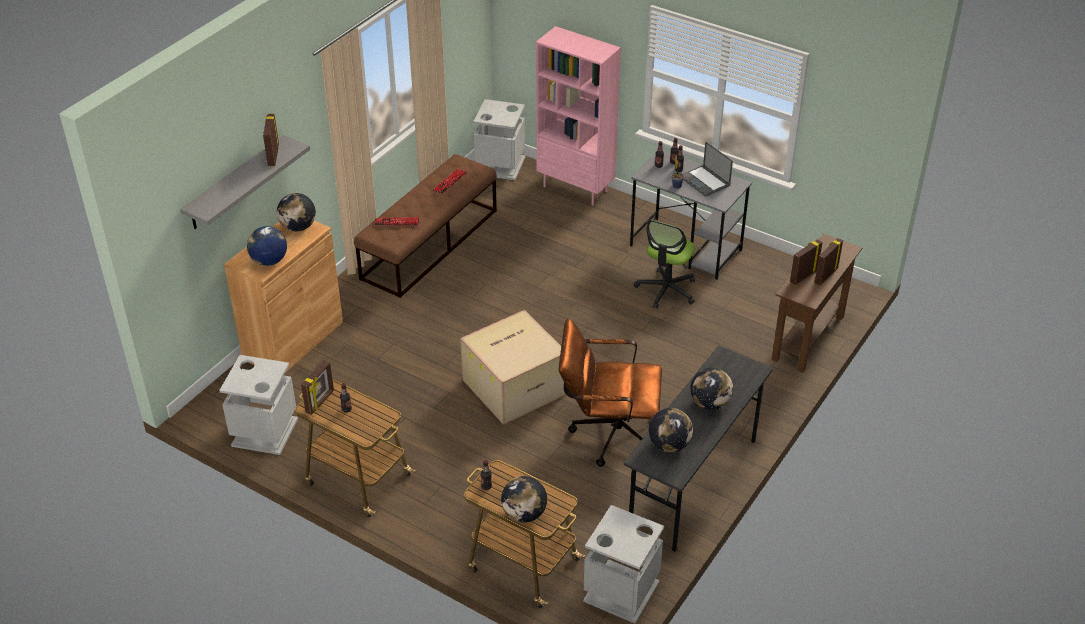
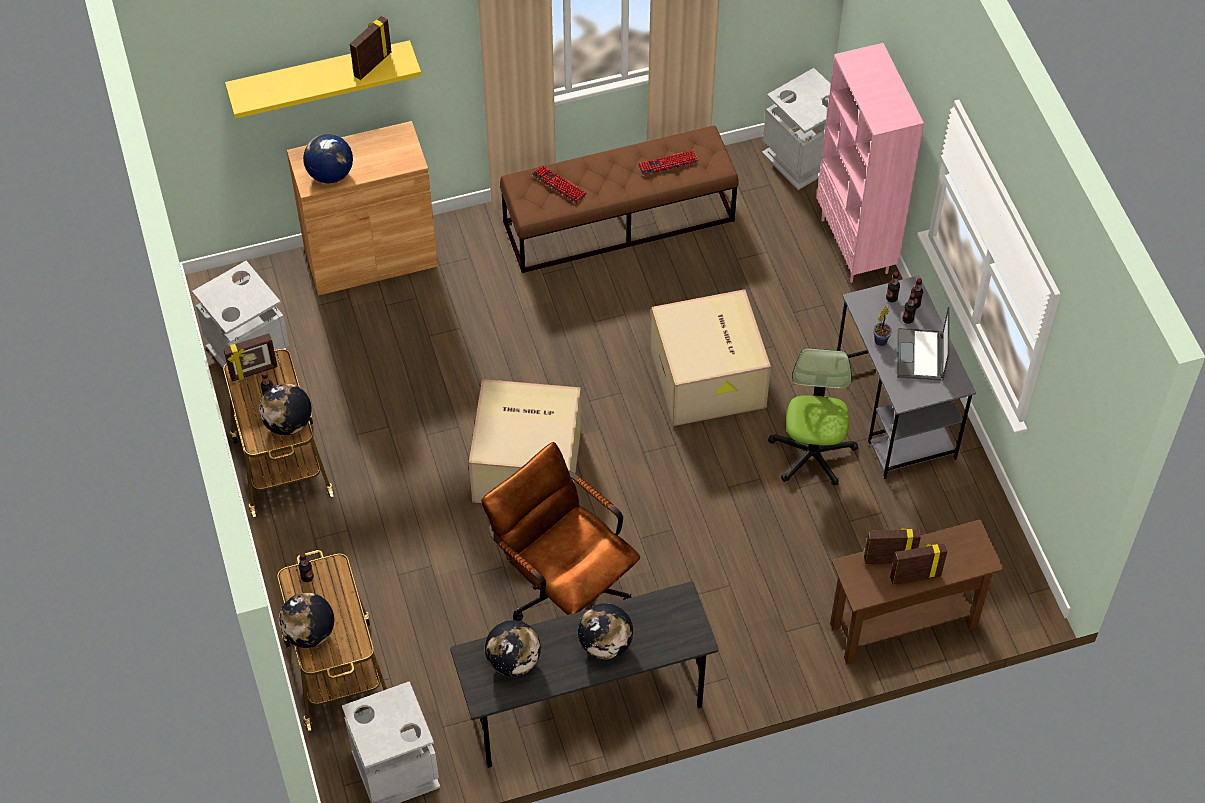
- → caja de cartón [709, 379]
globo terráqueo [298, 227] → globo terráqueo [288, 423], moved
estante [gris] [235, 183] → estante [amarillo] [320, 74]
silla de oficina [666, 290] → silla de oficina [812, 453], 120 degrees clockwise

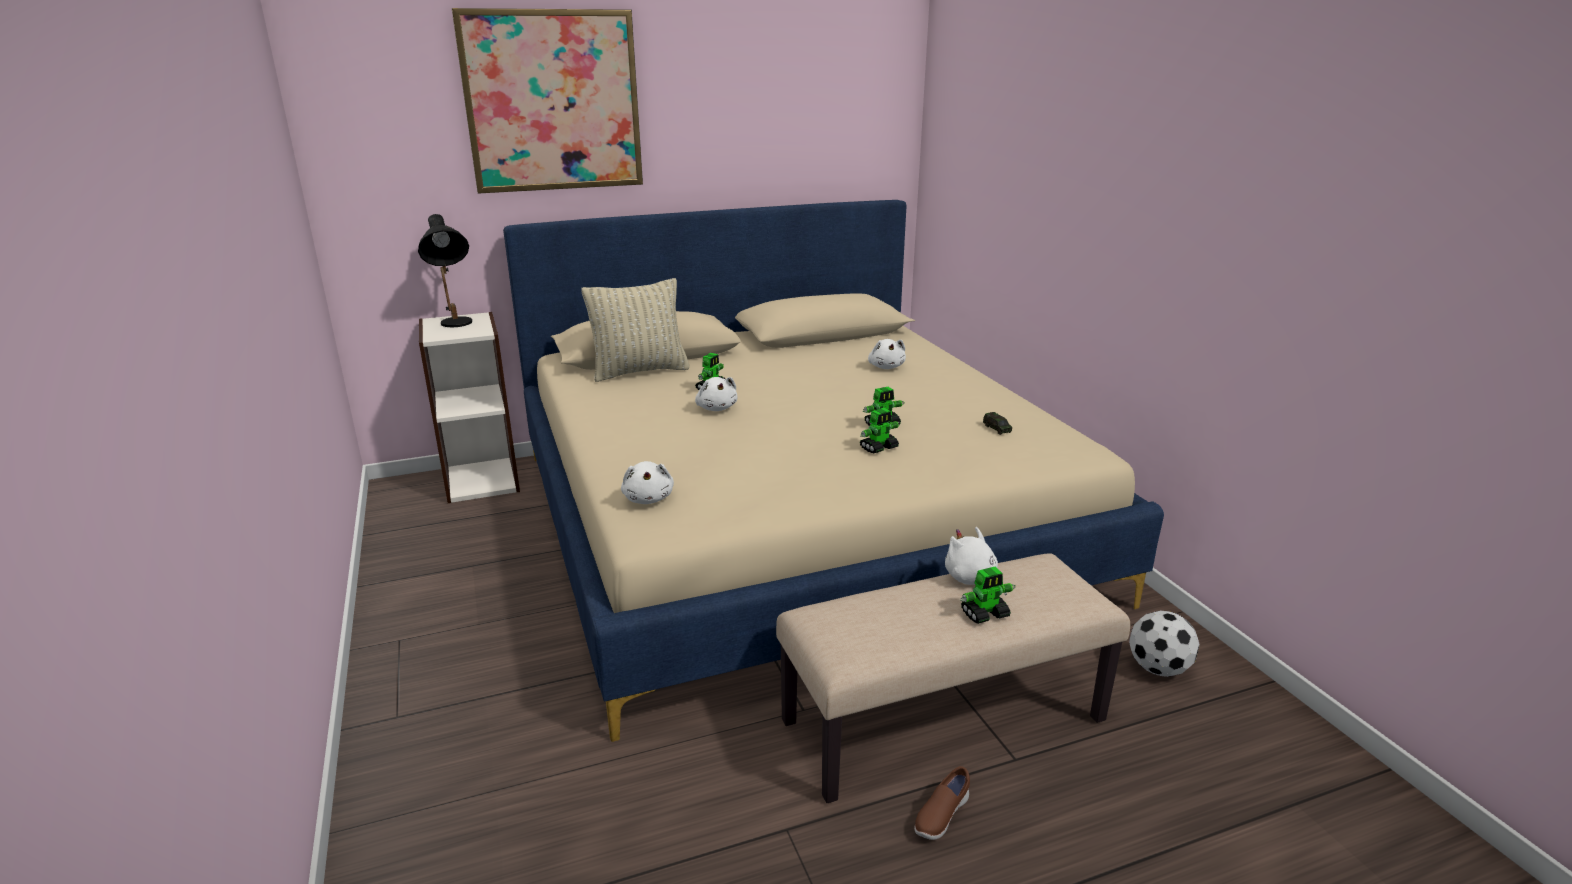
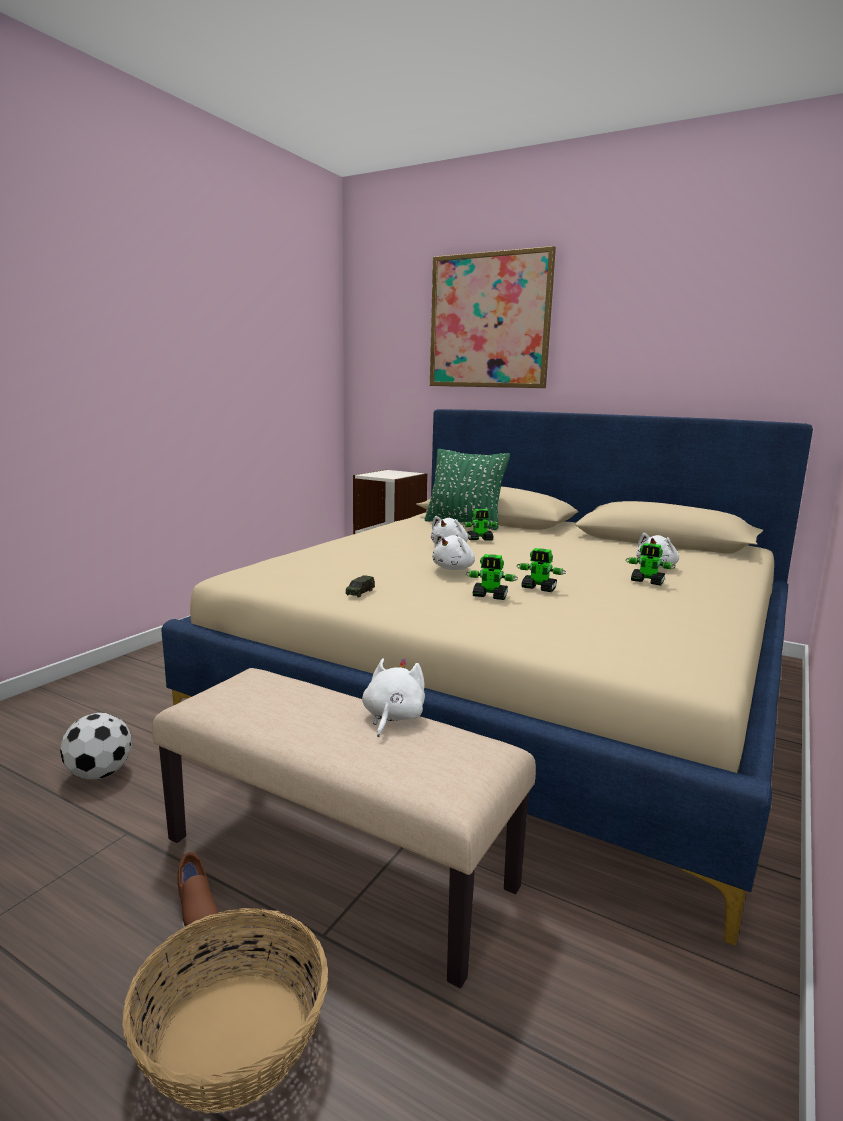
lámpara de mesa [negro] [456, 326] → -
- → cesta [232, 1039]
peluche [blanco] [648, 498] → peluche [blanco] [454, 568], moved
robot de juguete [985, 614] → robot de juguete [647, 582], moved
coche de juguete [997, 428] → coche de juguete [360, 592], moved
balón de fútbol [1158, 668] → balón de fútbol [100, 773], moved
cojín [beis] [639, 371] → cojín [verde] [464, 524]
zapato [marrón] [940, 816] → zapato [marrón] [197, 913], 120 degrees counterclockwise

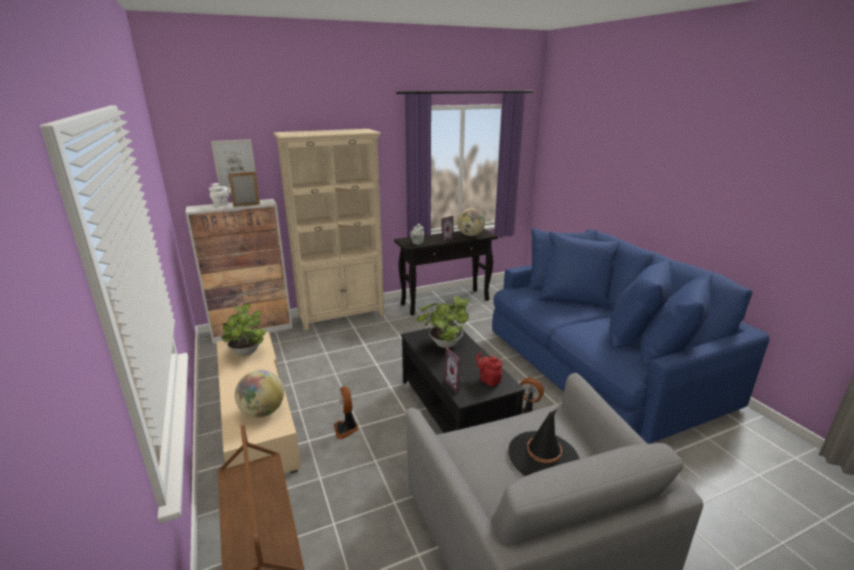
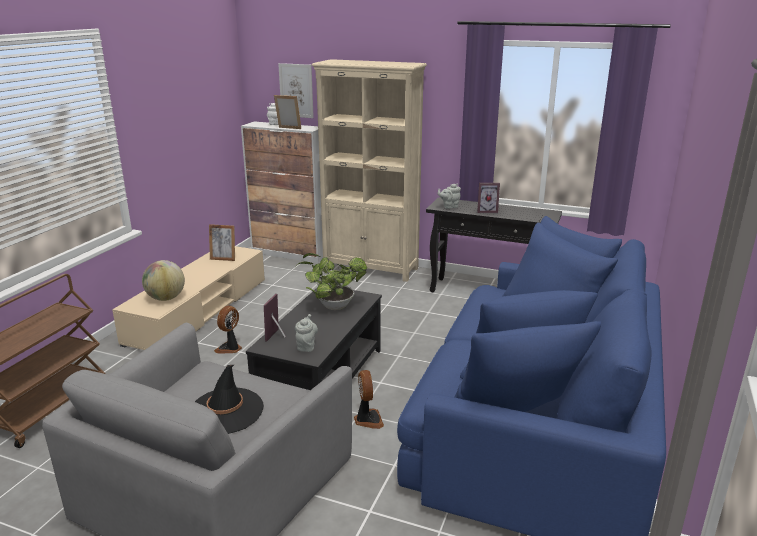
globo terráqueo [470, 235] → -
planta en maceta [246, 353] → portarretratos [223, 258]
tetera [rojo] [488, 380] → tetera [gris] [306, 346]

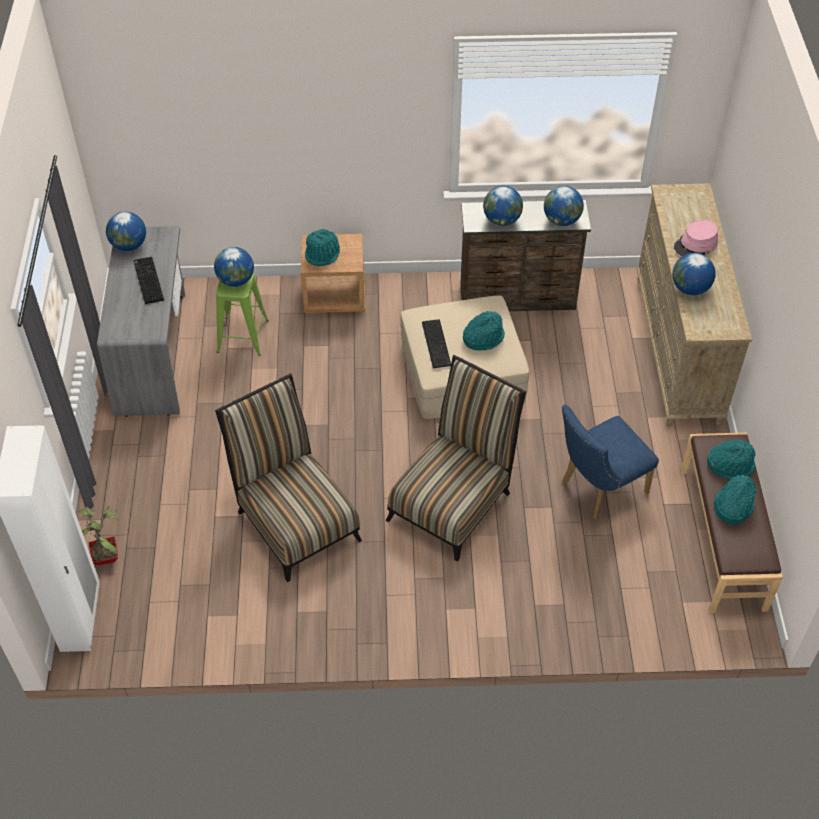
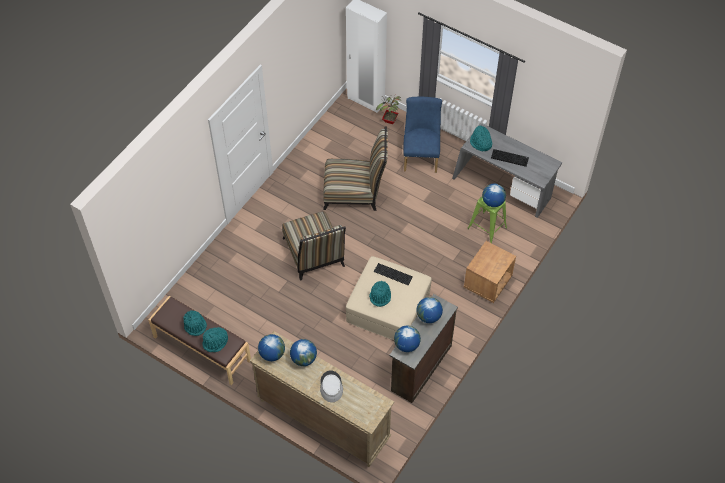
globo terráqueo [129, 245] → globo terráqueo [272, 354], moved
sombrero [turquesa] [323, 254] → sombrero [turquesa] [480, 143], moved
silla [azul] [598, 489] → silla [azul] [421, 155], moved
sombrero [rosa] [696, 244] → sombrero [gris] [331, 386]

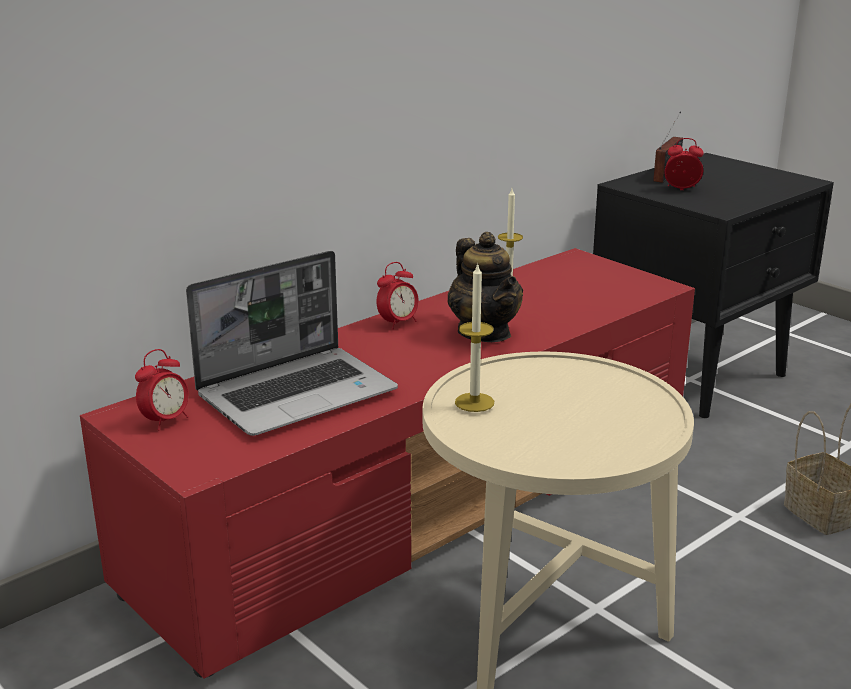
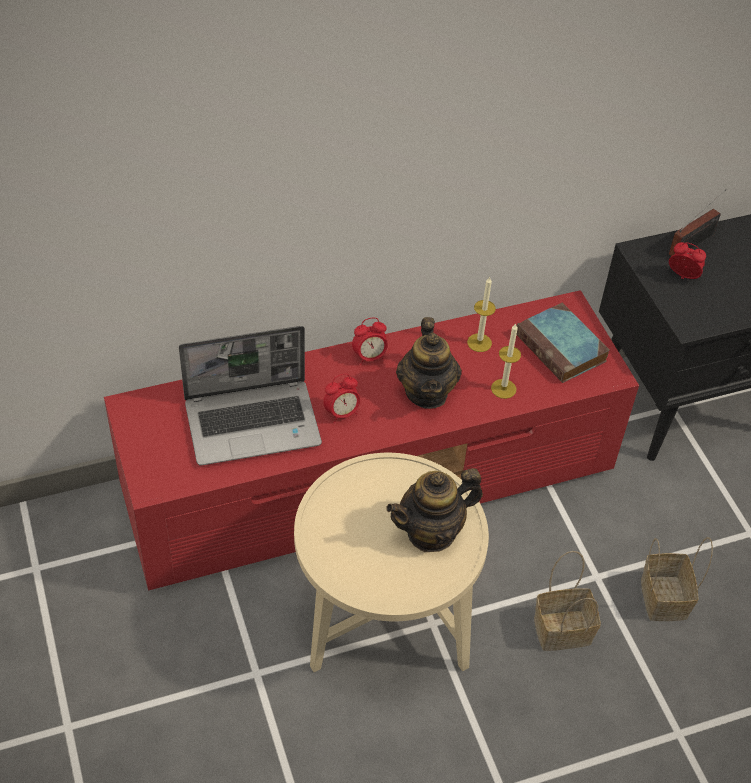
- → tetera [431, 532]
- → libro [562, 348]
- → cesta [564, 629]
despertador [166, 421] → despertador [342, 413], moved
vela [474, 402] → vela [503, 388], moved

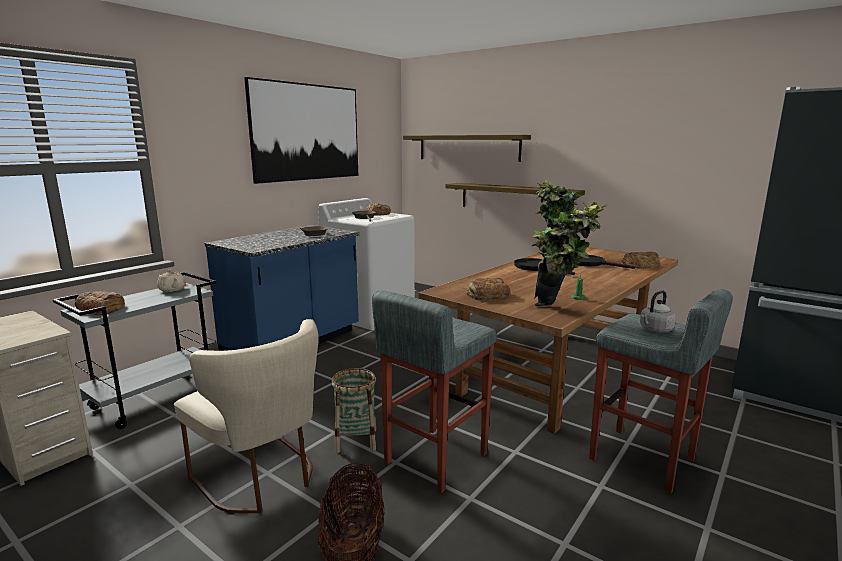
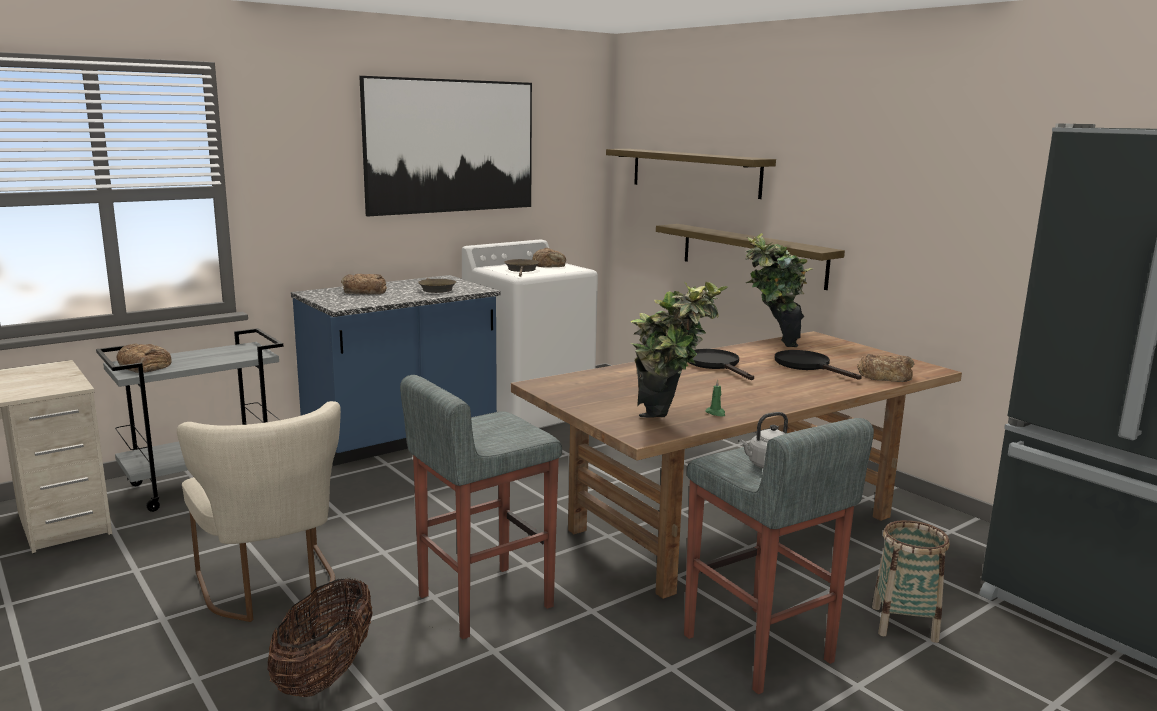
tetera [beis] [172, 289] → -
cesta [356, 440] → cesta [904, 623], moved
pan [487, 295] → pan [364, 291], moved

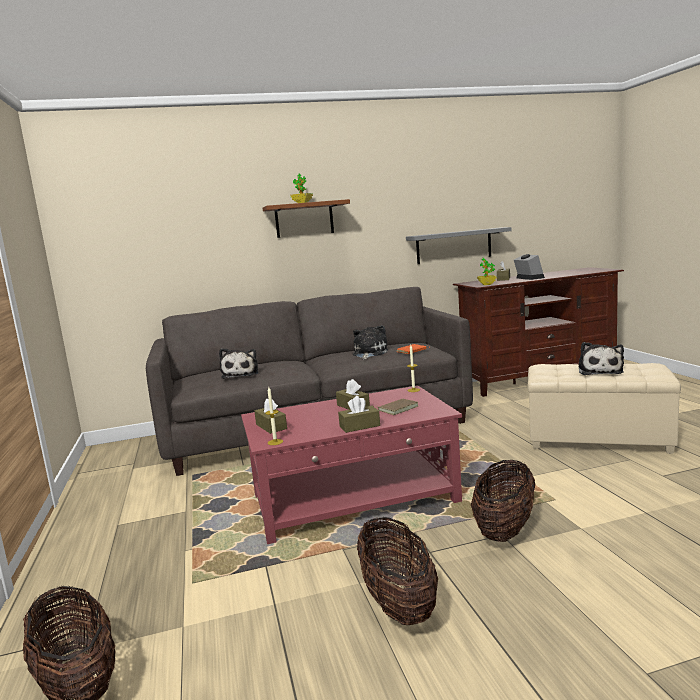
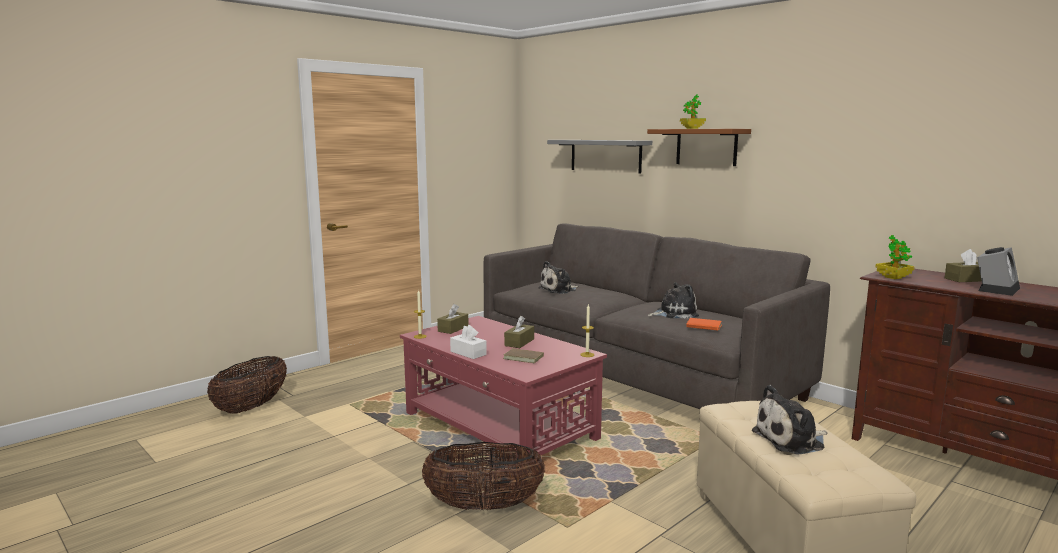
cesta [398, 604] → -
estante [gris] [454, 246] → estante [gris] [605, 155], moved
caja de pañuelos [marrón] [359, 426] → caja de pañuelos [blanco] [468, 353]

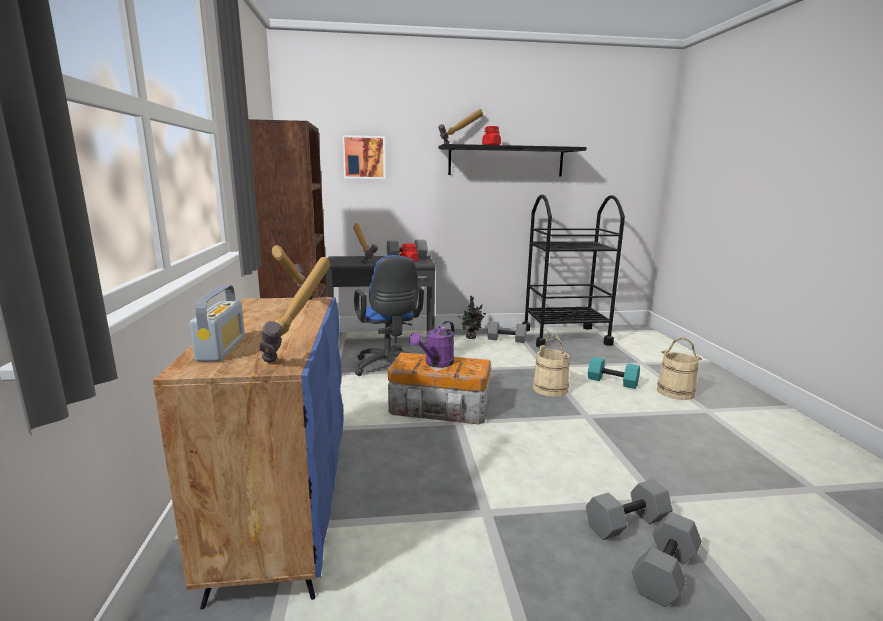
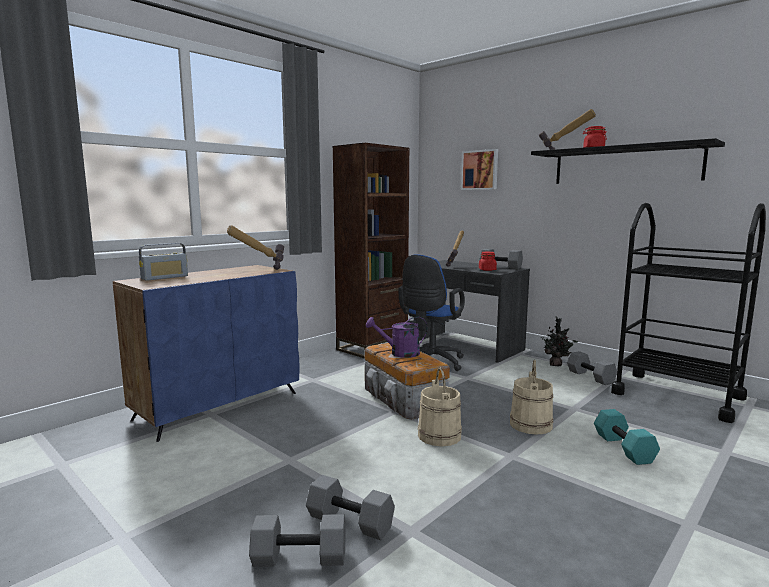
martillo [303, 353] → -
cubo [beis] [675, 392] → cubo [beis] [439, 435], moved

